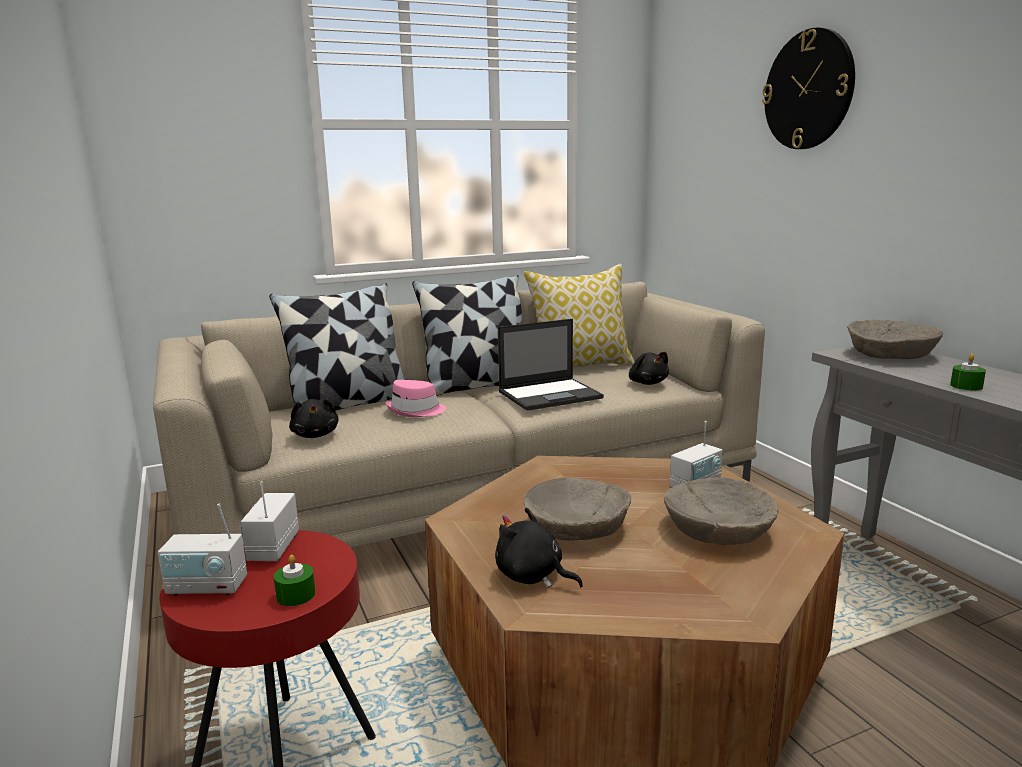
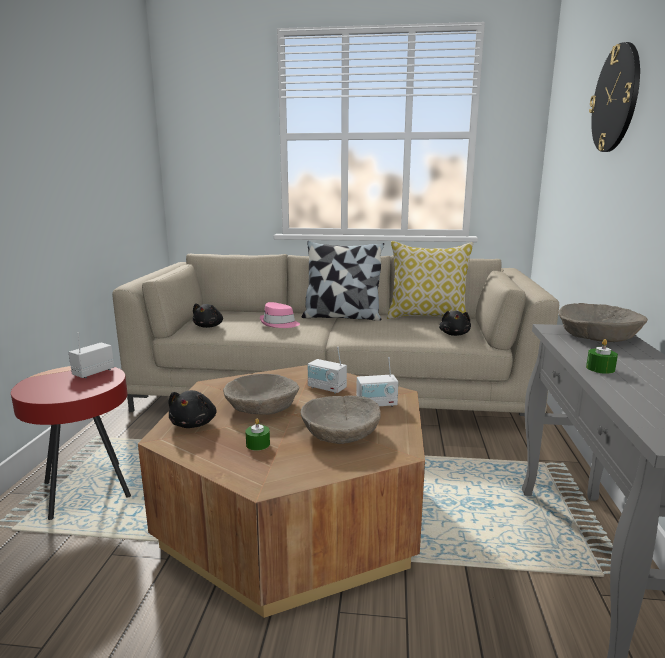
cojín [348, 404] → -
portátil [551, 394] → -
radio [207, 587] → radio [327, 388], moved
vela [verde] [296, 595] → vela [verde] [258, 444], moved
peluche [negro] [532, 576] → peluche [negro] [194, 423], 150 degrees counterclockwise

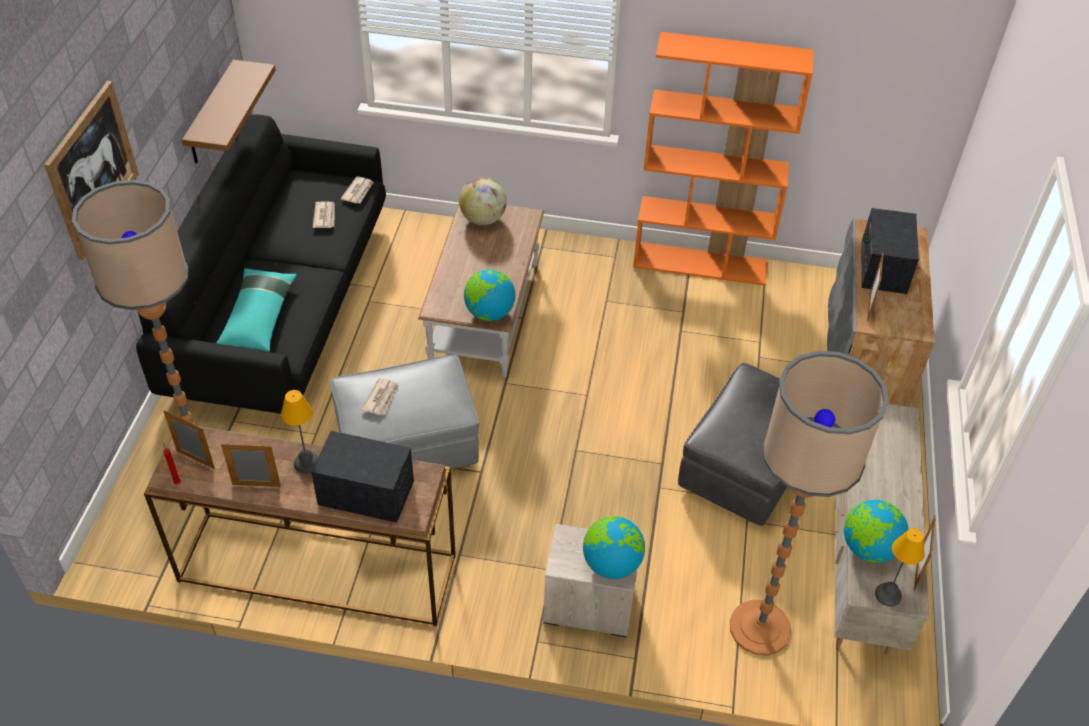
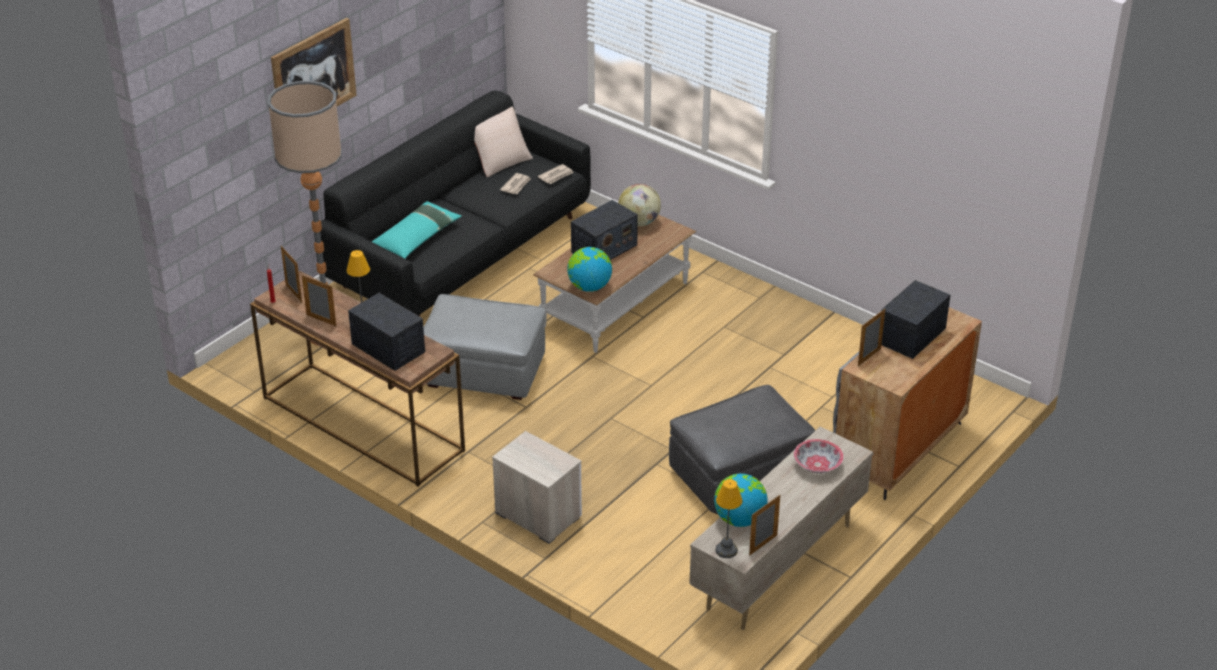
estante [marrón] [211, 114] → -
periódico [381, 398] → -
globo terráqueo [611, 564] → -
estantería [naranja] [701, 263] → -
lámpara de pie [760, 628] → -
- → cojín [beis] [500, 161]
- → radio [604, 249]
- → cuenco [817, 465]

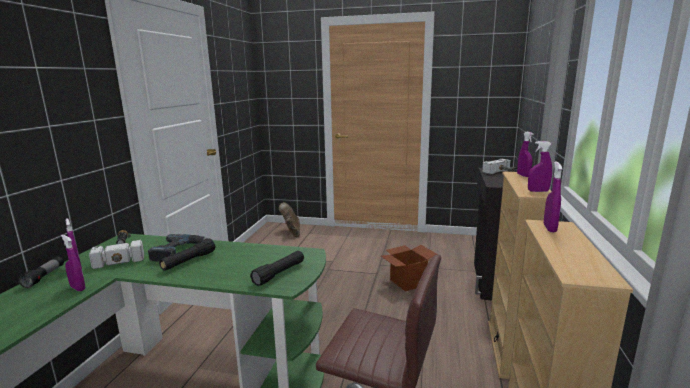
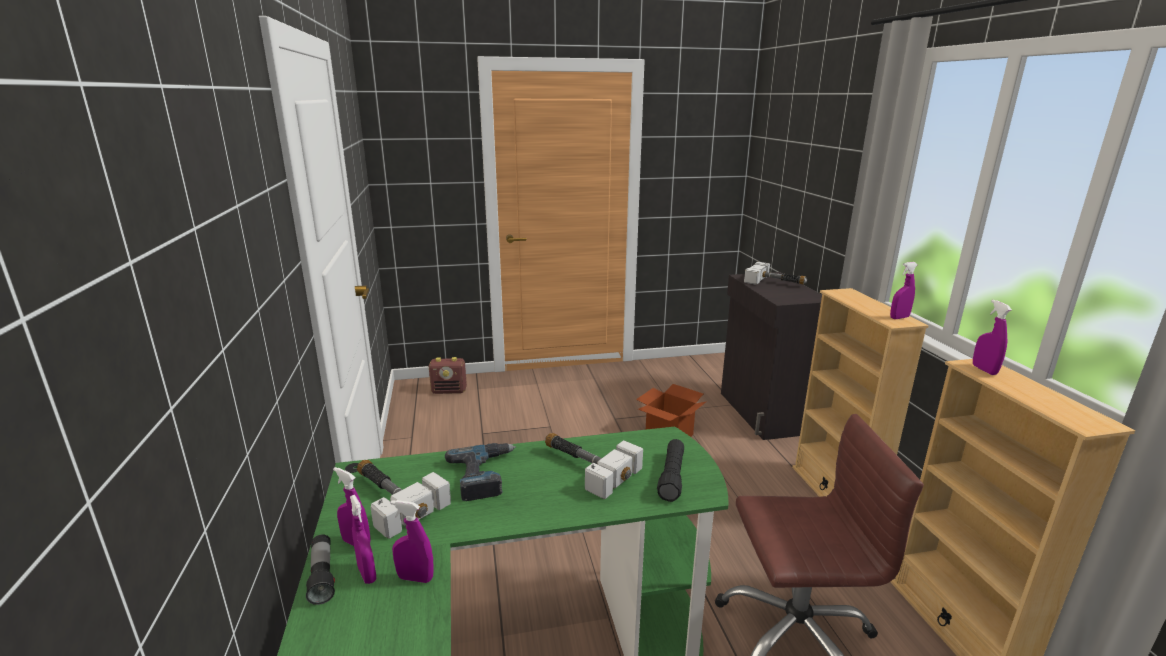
linterna [negro] [189, 261] → -
- → martillo [585, 466]
pulverizador [morado] [523, 175] → pulverizador [morado] [367, 574], moved
bota [marrón] [291, 232] → radio [449, 391]

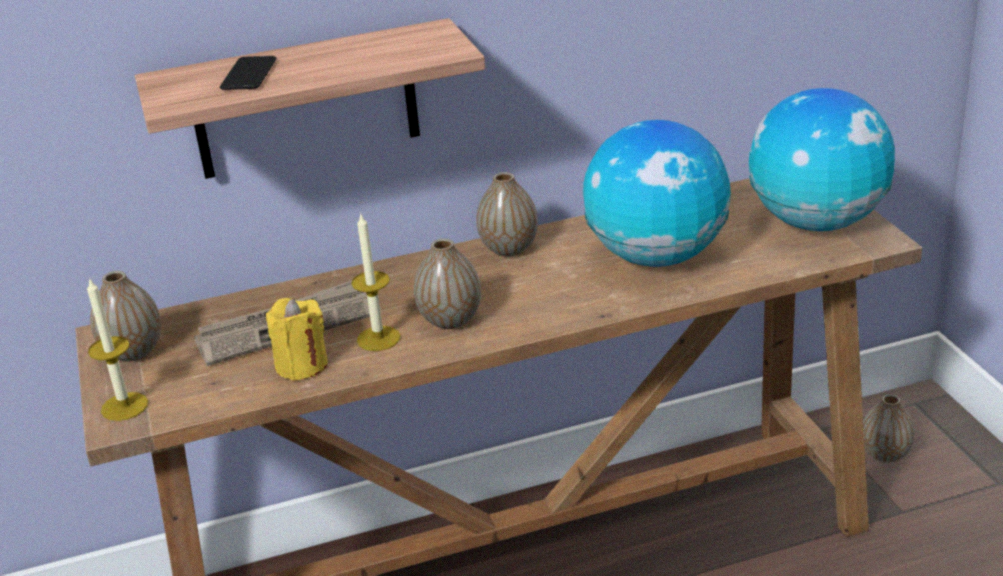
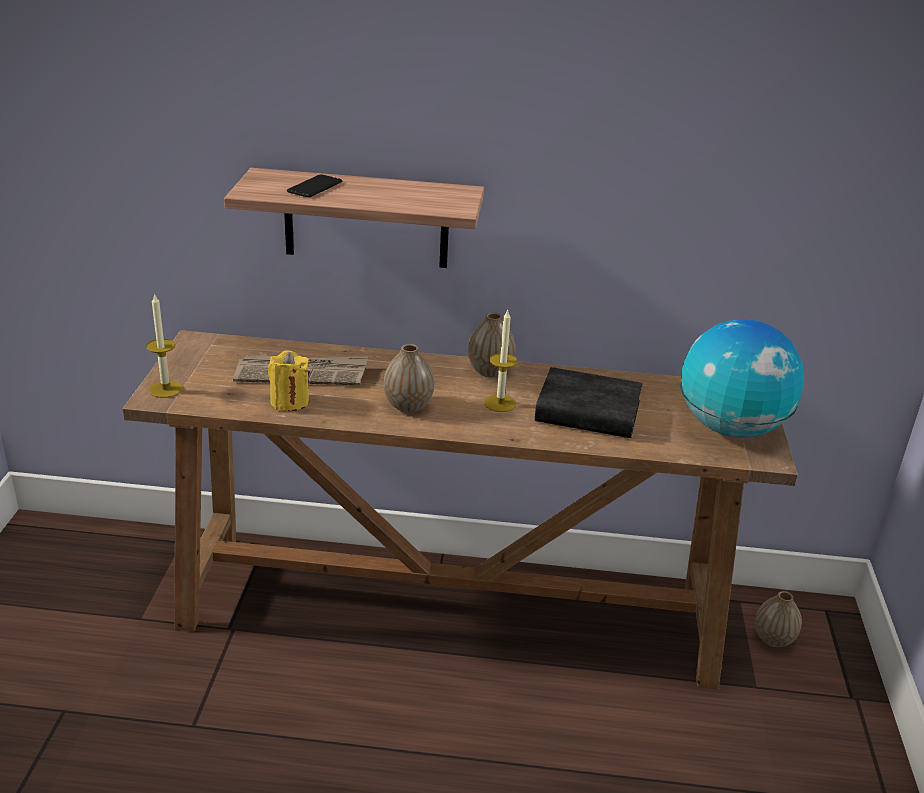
florero [133, 352] → -
vela [378, 338] → vela [500, 403], moved
globo terráqueo [657, 257] → libro [negro] [587, 412]

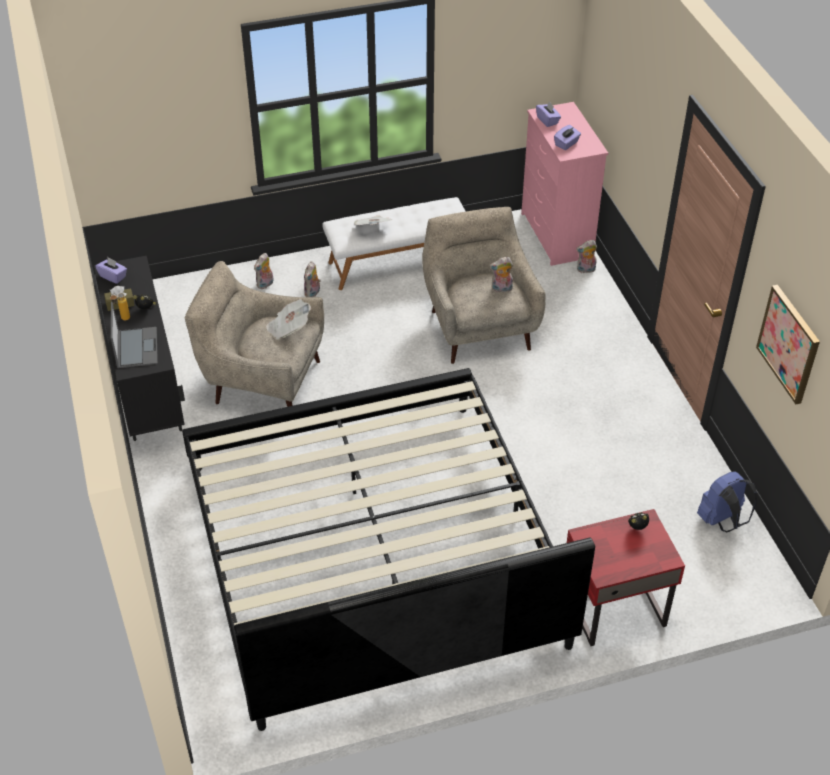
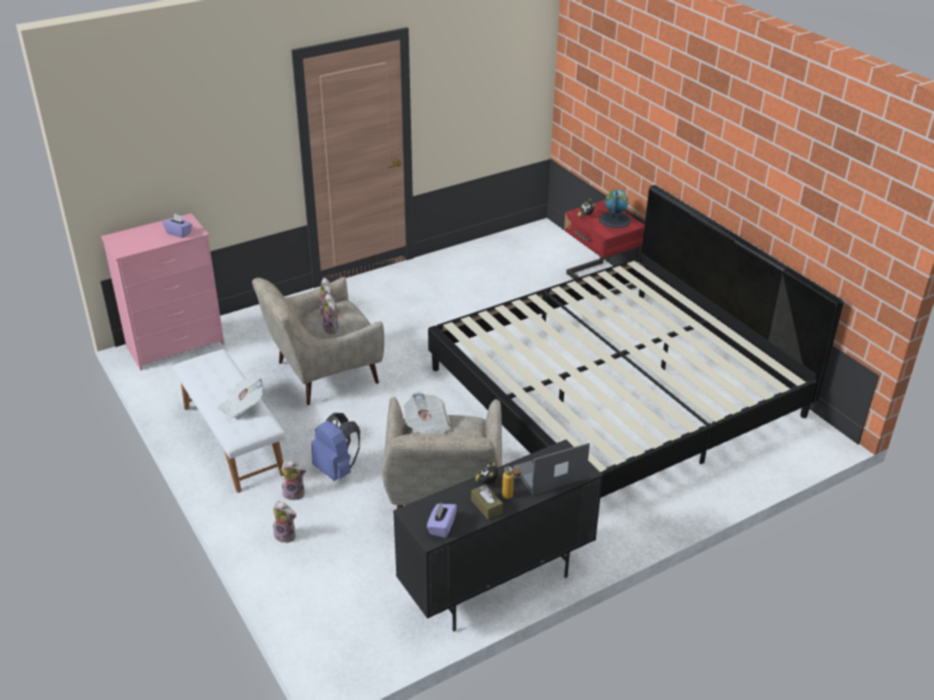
caja de pañuelos [morado] [547, 120] → -
cuadro [789, 344] → -
- → globo terráqueo [614, 220]
peluche [585, 270] → peluche [332, 329], moved
mochila [azul] [722, 521] → mochila [azul] [337, 469], moved

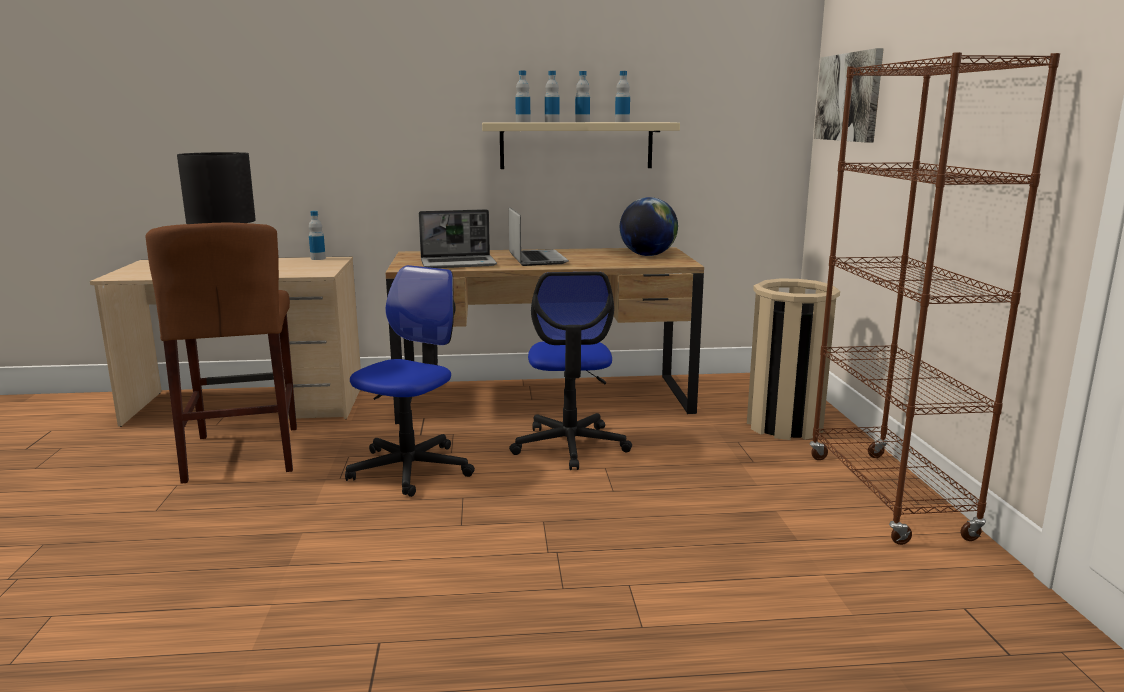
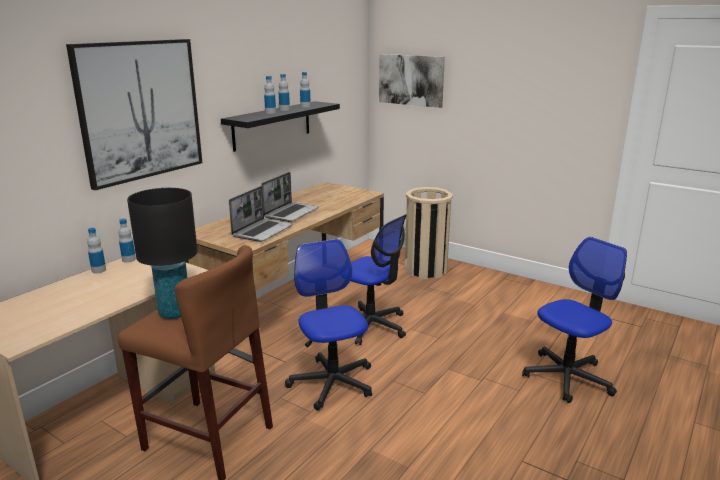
globo terráqueo [647, 255] → -
estantería [marrón] [887, 496] → -
- → cuadro [140, 110]
- → silla de oficina [567, 377]
botella [523, 122] → botella [98, 270], moved
estante [beis] [576, 145] → estante [negro] [272, 125]
portátil [536, 259] → portátil [291, 213], 90 degrees clockwise

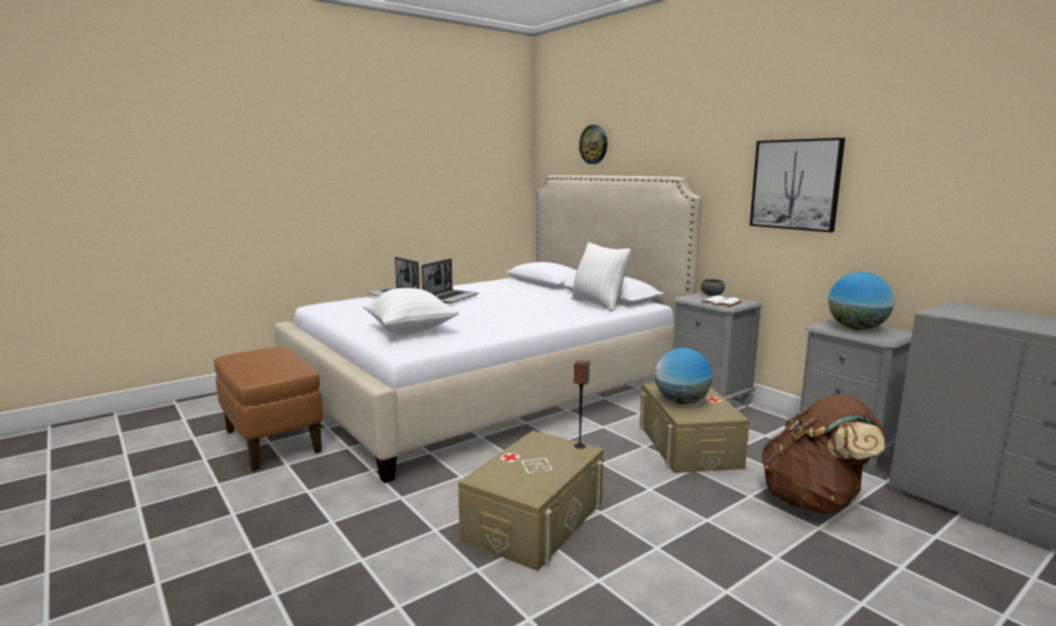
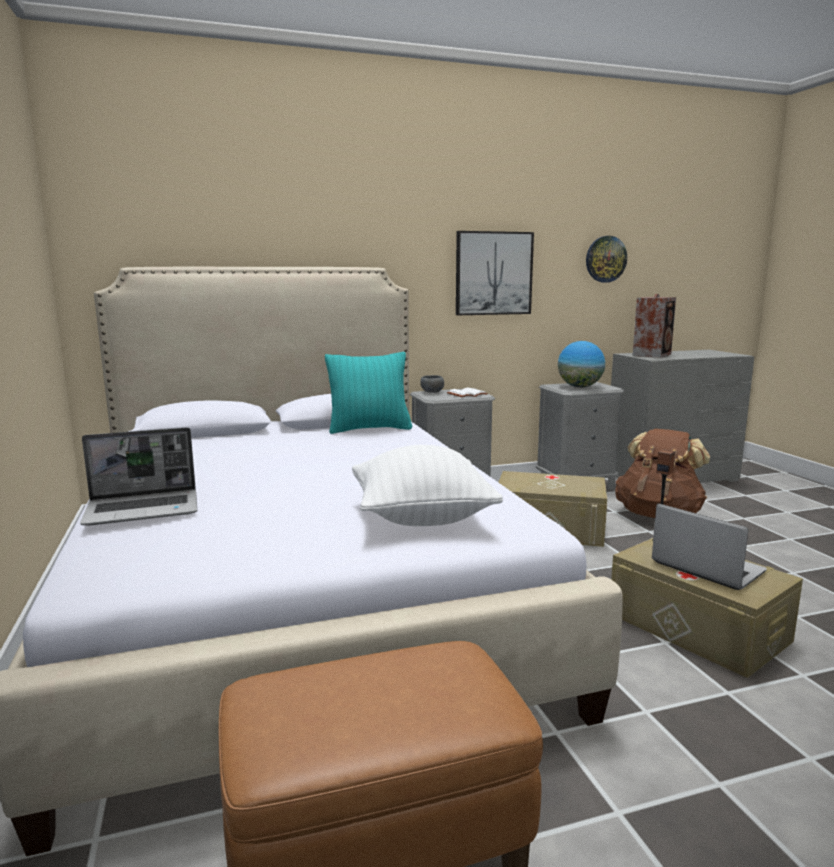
globo terráqueo [681, 402] → -
- → altavoz [653, 355]
portátil [451, 297] → portátil [705, 567], moved
reloj de pared [594, 144] → reloj de pared [605, 259], moved
cojín [blanco] [598, 304] → cojín [turquesa] [369, 429]

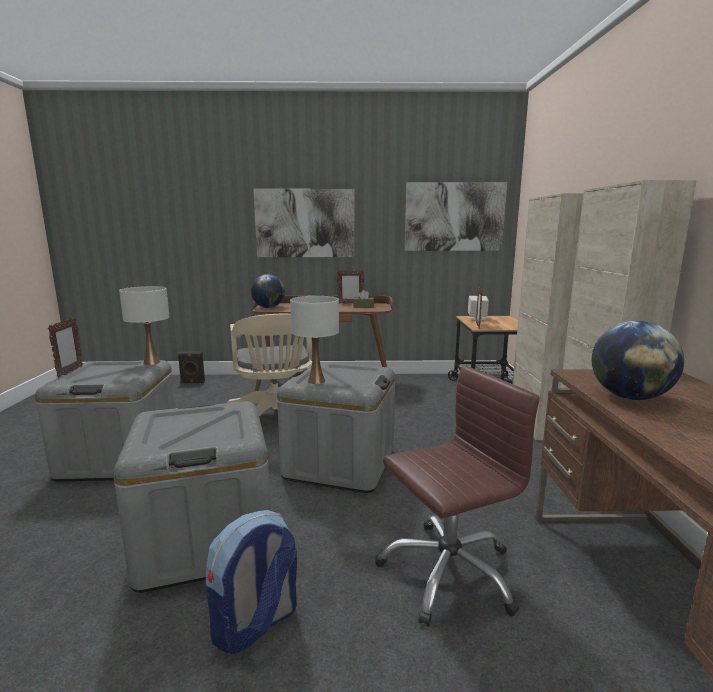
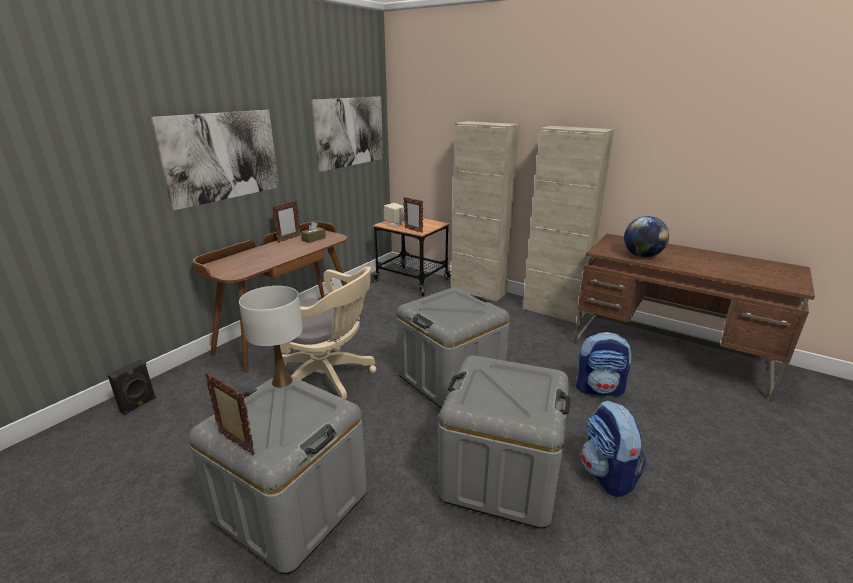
globo terráqueo [268, 307] → -
lámpara de mesa [blanco] [316, 381] → -
silla de oficina [marrón] [448, 572] → mochila [599, 389]

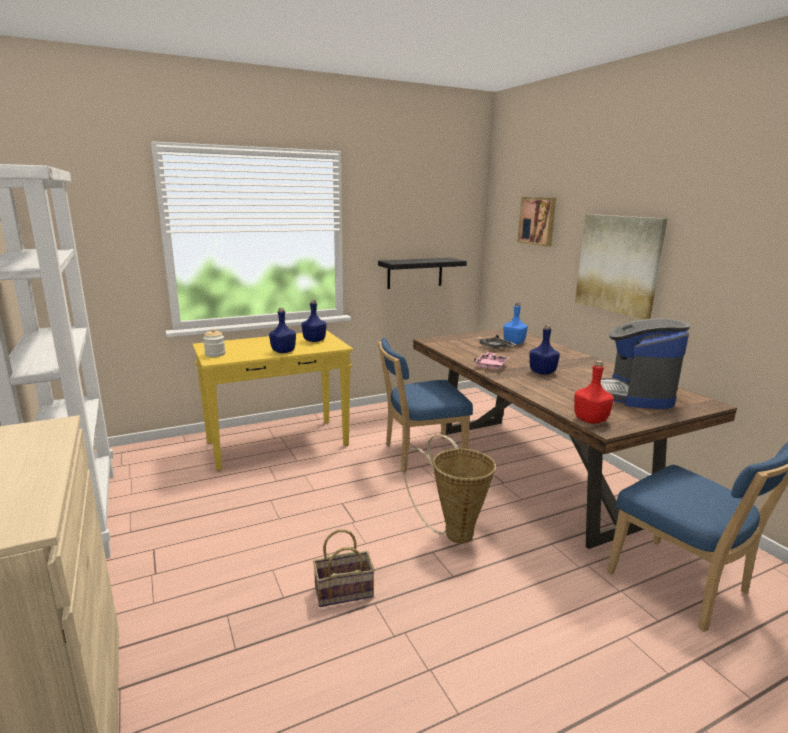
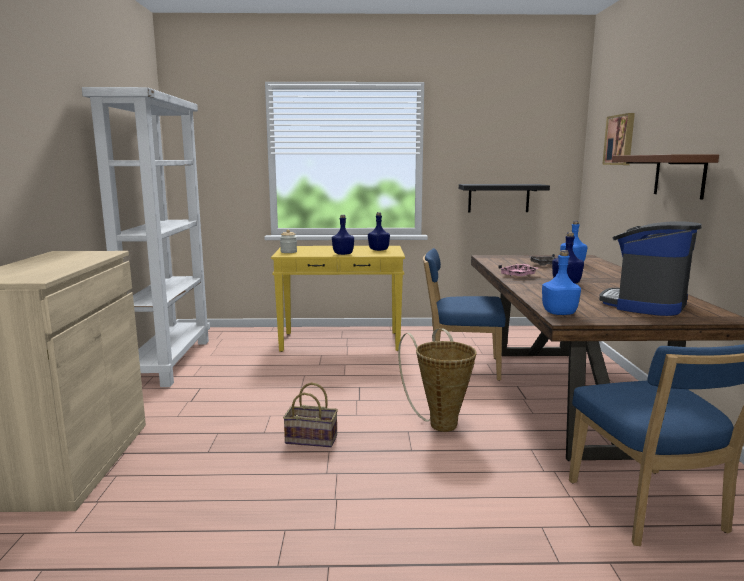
cuadro [618, 264] → estante [marrón] [679, 176]
botella [rojo] [591, 420] → botella [azul] [559, 313]

